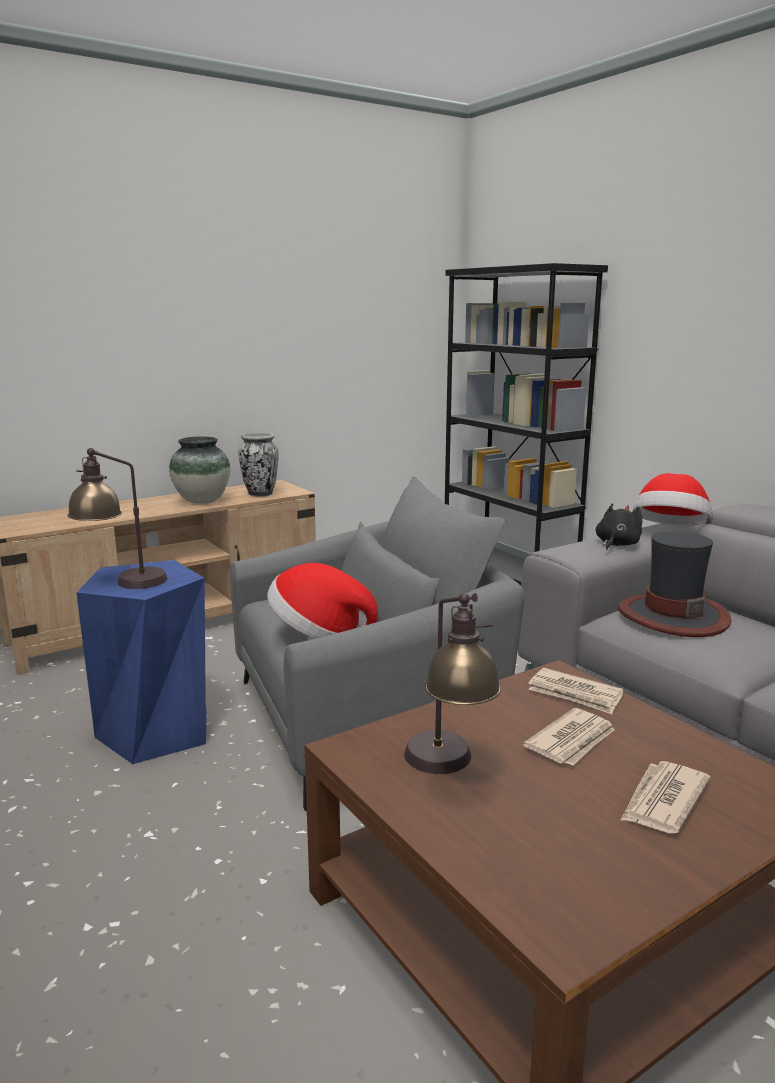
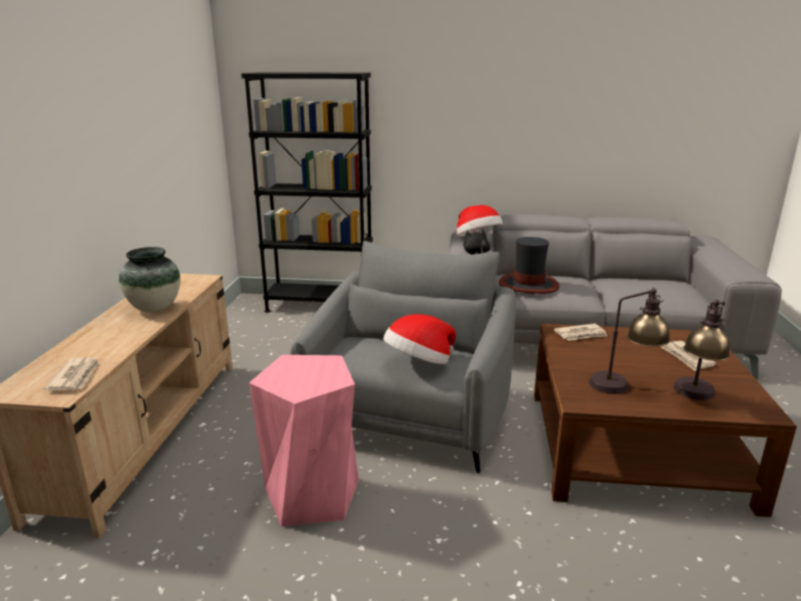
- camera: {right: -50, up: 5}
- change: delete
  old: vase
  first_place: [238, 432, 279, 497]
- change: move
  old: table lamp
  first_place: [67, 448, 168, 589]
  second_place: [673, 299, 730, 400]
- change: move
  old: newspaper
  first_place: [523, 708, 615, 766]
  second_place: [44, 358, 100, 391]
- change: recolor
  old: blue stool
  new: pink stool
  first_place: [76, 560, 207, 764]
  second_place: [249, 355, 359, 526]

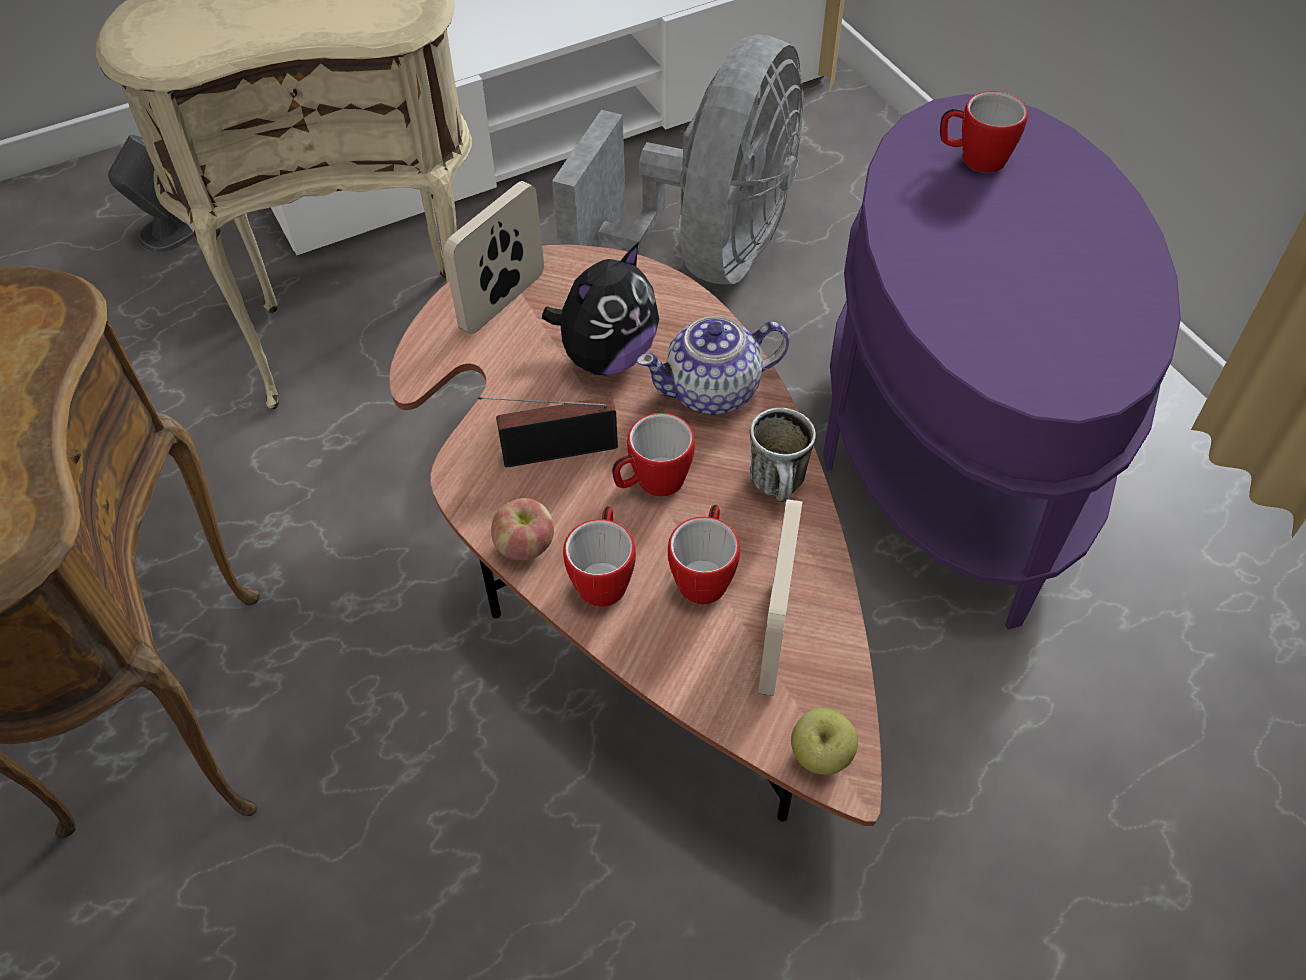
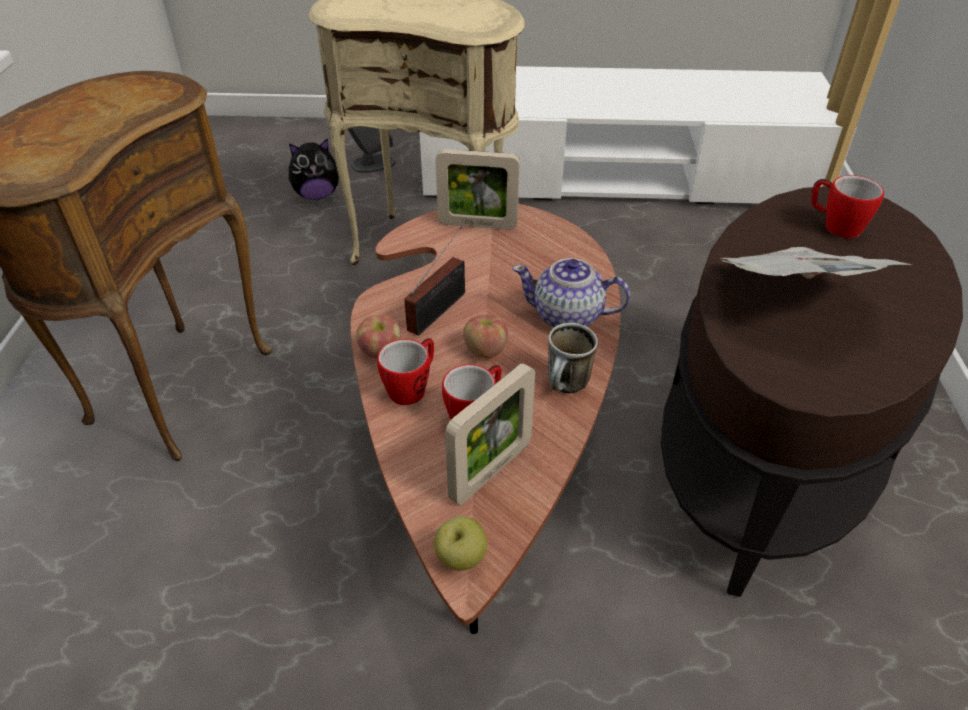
- camera: {right: 30, up: -10}
- change: delete
  old: grey fan
  first_place: [552, 35, 804, 284]
- change: insert
  new: newspaper
  second_place: [721, 247, 912, 279]
- change: move
  old: plush toy
  first_place: [542, 242, 659, 375]
  second_place: [289, 138, 339, 200]
- change: replace
  old: mug
  new: apple
  first_place: [612, 413, 695, 497]
  second_place: [463, 315, 508, 358]
- change: recolor
  old: purple side table
  new: brown side table
  first_place: [823, 94, 1181, 629]
  second_place: [661, 186, 963, 597]
- change: rotate
  old: picture frame
  first_place: [444, 181, 544, 334]
  second_place: [435, 149, 520, 230]
  degrees: -150
- change: rotate
  old: radio
  first_place: [478, 397, 618, 467]
  second_place: [404, 226, 465, 336]
  degrees: 105

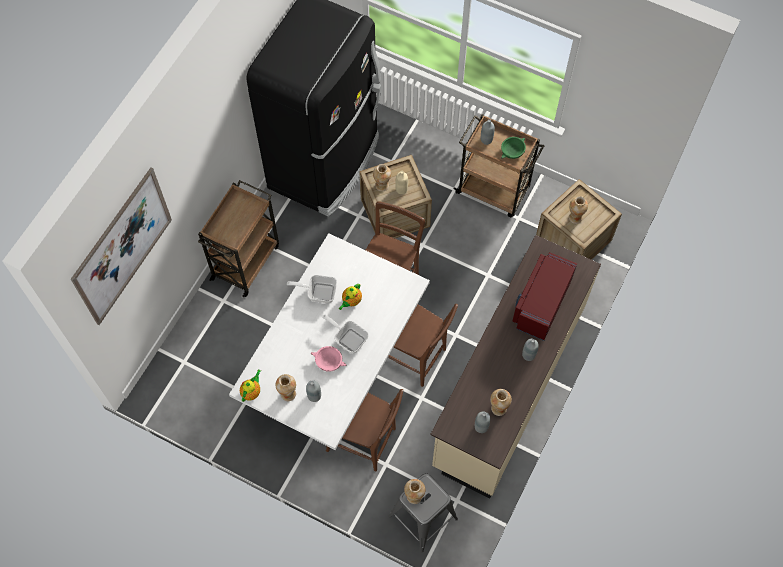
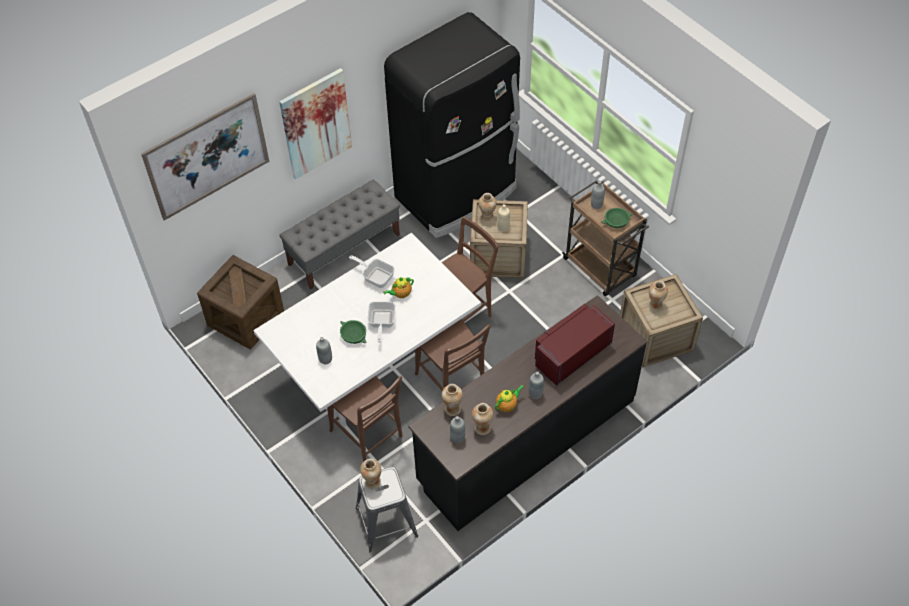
- camera: {right: 25, up: -10}
- change: insert
  new: crate
  second_place: [197, 255, 284, 349]
- change: insert
  new: picture
  second_place: [279, 68, 352, 179]
- change: move
  old: teapot
  first_place: [240, 369, 261, 402]
  second_place: [495, 385, 524, 412]
- change: move
  old: vase
  first_place: [275, 374, 296, 401]
  second_place: [442, 384, 463, 416]
- change: replace
  old: brown cart
  new: grey bench
  first_place: [198, 180, 279, 297]
  second_place: [280, 179, 400, 289]
- change: recolor
  old: pink bowl
  new: green bowl
  first_place: [311, 346, 346, 372]
  second_place: [340, 320, 366, 344]
- change: recolor
  old: beige counter
  new: black counter
  first_place: [430, 235, 601, 498]
  second_place: [408, 295, 647, 531]
- change: rotate
  old: frying pan
  first_place: [322, 314, 369, 354]
  second_place: [367, 301, 396, 343]
  degrees: -150

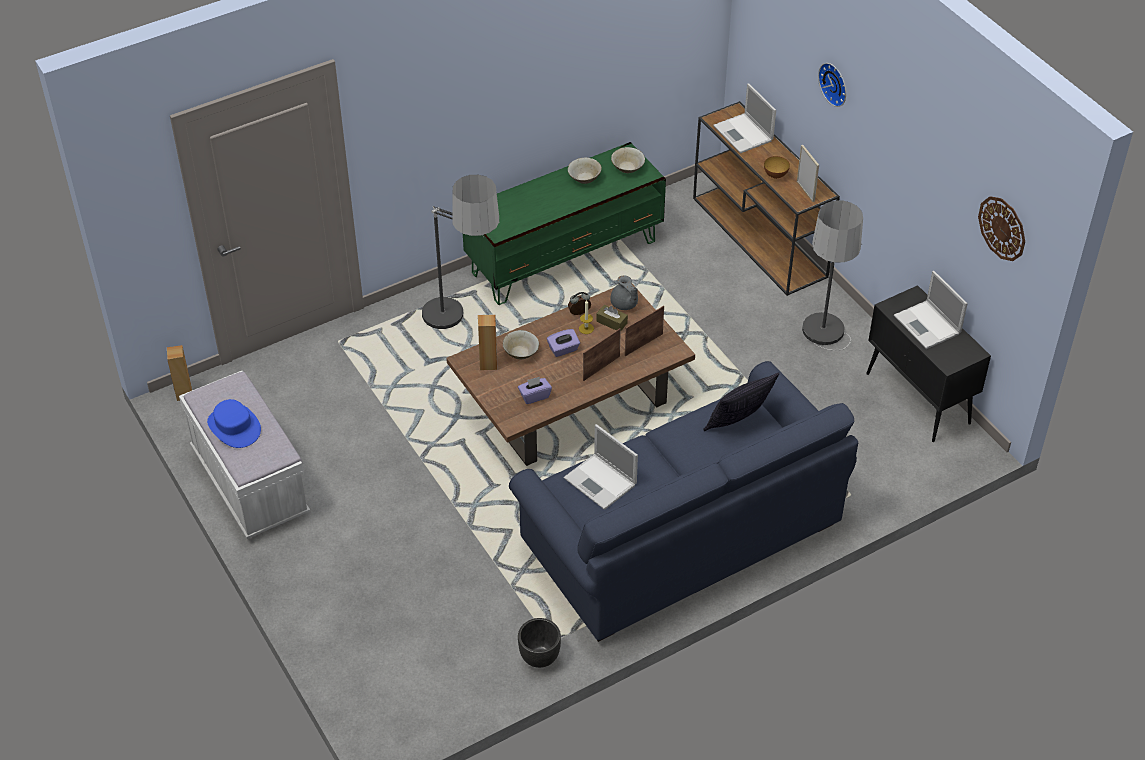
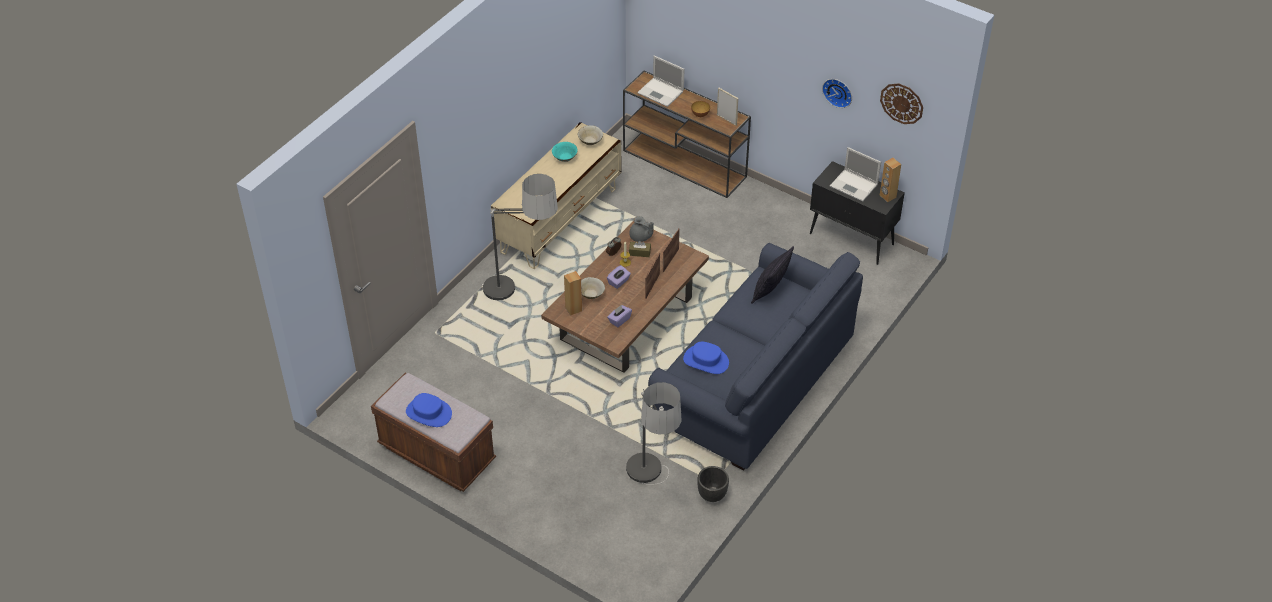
- camera: {right: -25, up: 0}
- change: move
  old: brown speaker
  first_place: [167, 345, 192, 401]
  second_place: [880, 158, 901, 202]
- change: move
  old: floor lamp
  first_place: [802, 200, 863, 351]
  second_place: [626, 382, 682, 485]
- change: move
  old: wall clock
  first_place: [818, 63, 846, 107]
  second_place: [822, 79, 852, 108]
- change: replace
  old: laptop
  new: blue hat
  first_place: [564, 424, 638, 510]
  second_place: [683, 342, 729, 374]
- change: recolor
  old: white bench
  new: brown bench
  first_place: [179, 371, 310, 539]
  second_place: [371, 373, 496, 492]
- change: recolor
  old: green tv stand
  new: beige tv stand
  first_place: [463, 142, 666, 305]
  second_place: [491, 122, 622, 269]
- change: recolor
  old: beige bowl
  new: turquoise bowl
  first_place: [568, 158, 602, 184]
  second_place: [552, 142, 578, 162]

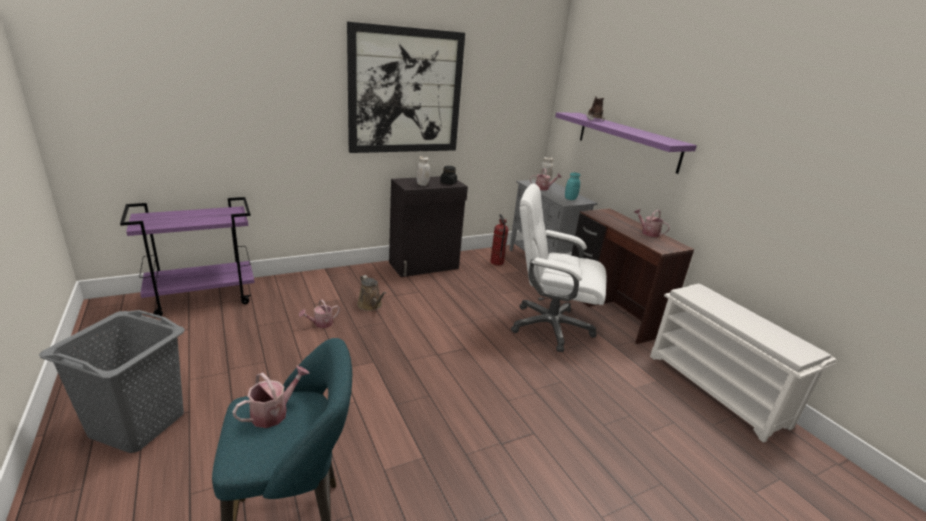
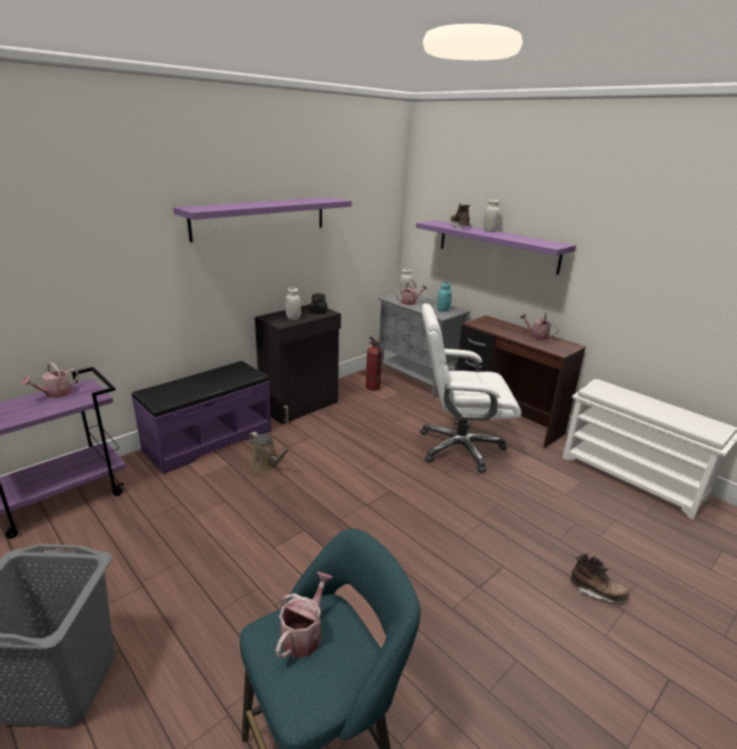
- camera: {right: -15, up: 0}
- change: insert
  new: purple bench
  second_place: [132, 361, 271, 474]
- change: insert
  new: white jar
  second_place: [483, 199, 500, 232]
- change: insert
  new: brown boot
  second_place: [570, 554, 630, 602]
- change: move
  old: watering can
  first_place: [299, 300, 340, 328]
  second_place: [21, 362, 79, 398]
- change: replace
  old: picture
  new: purple shelf
  first_place: [347, 22, 465, 153]
  second_place: [173, 197, 352, 242]

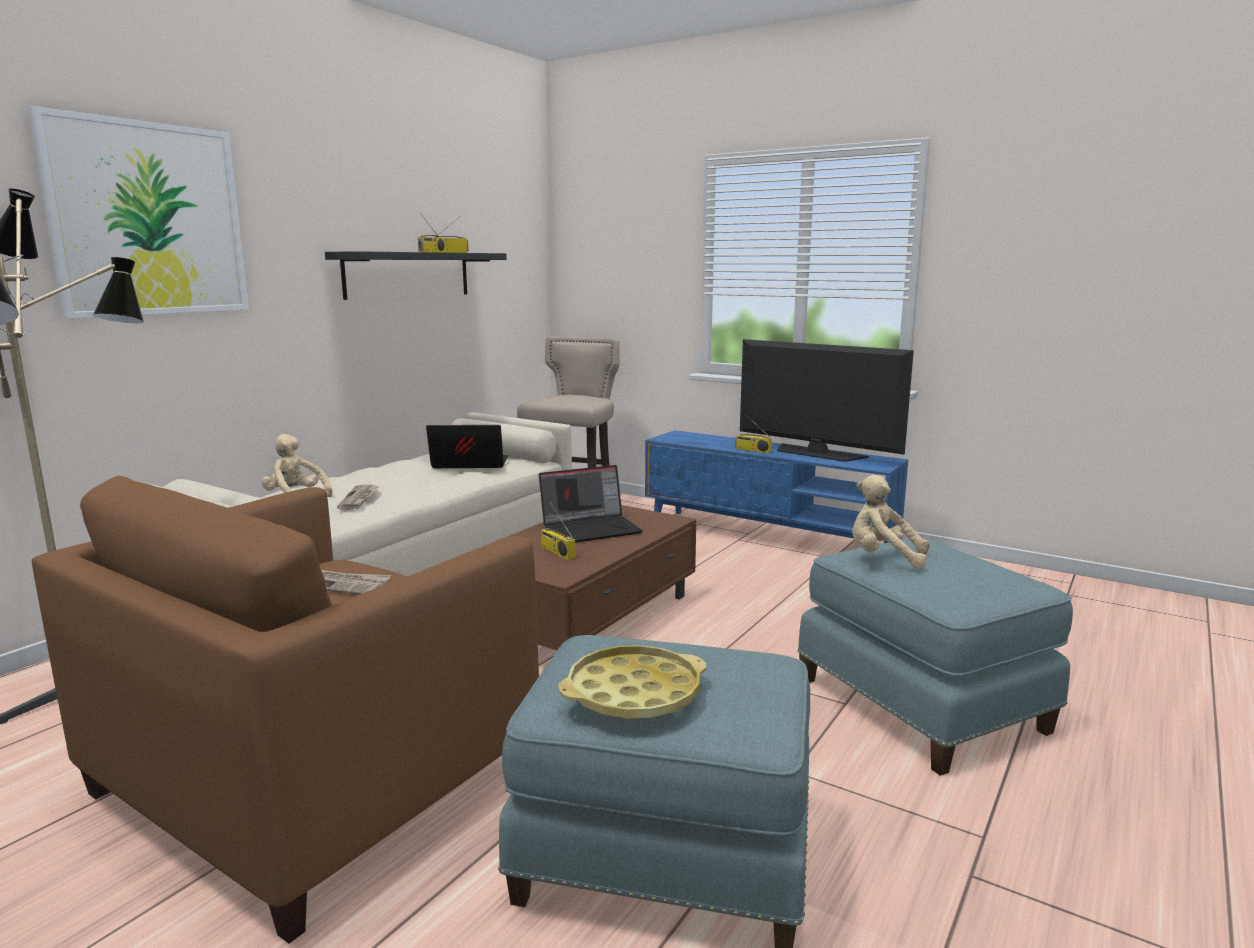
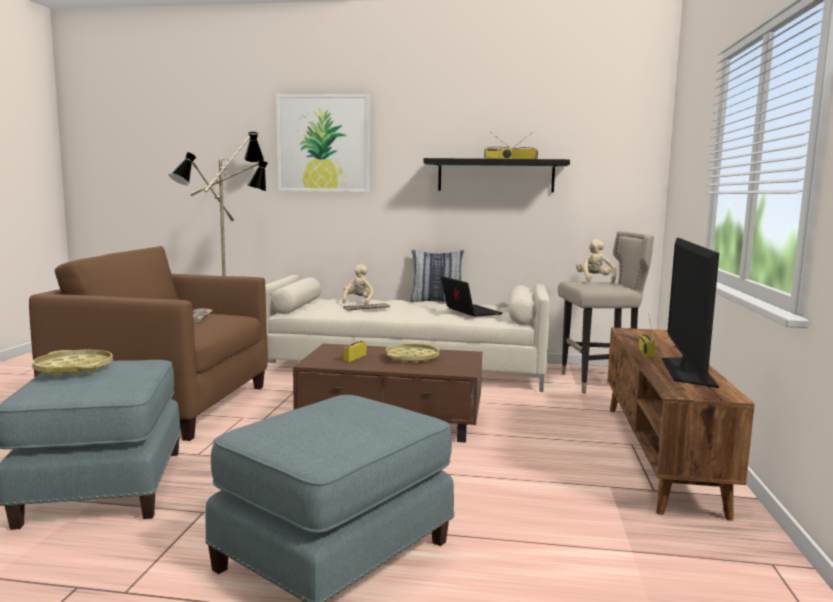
- camera: {right: 65, up: -5}
- change: insert
  new: pillow
  second_place: [410, 249, 464, 302]
- change: move
  old: beige plush toy
  first_place: [852, 475, 929, 569]
  second_place: [576, 239, 617, 283]
- change: replace
  old: laptop
  new: yellow tray
  first_place: [539, 465, 643, 543]
  second_place: [385, 344, 439, 363]
- change: recolor
  old: blue tv stand
  new: brown tv stand
  first_place: [645, 430, 908, 543]
  second_place: [608, 328, 755, 521]

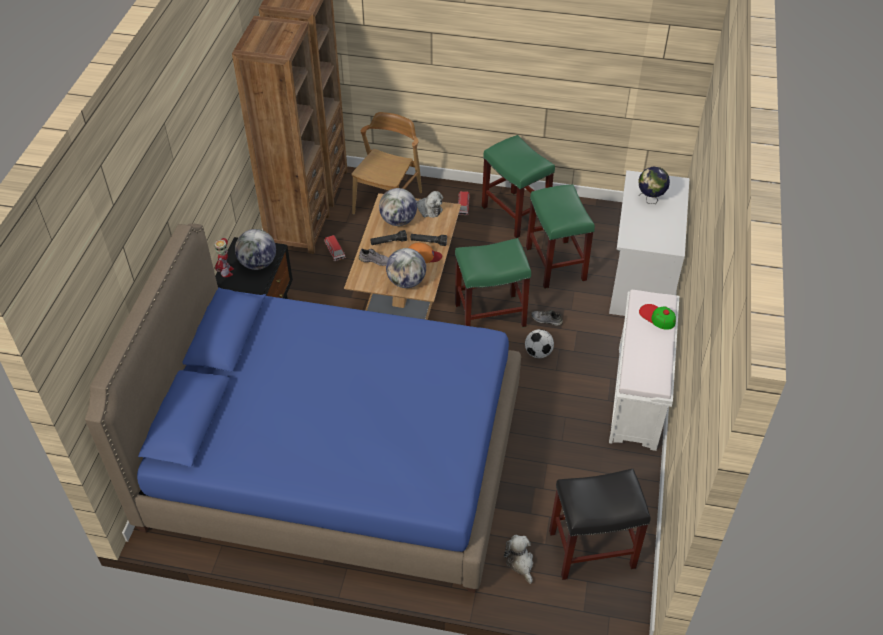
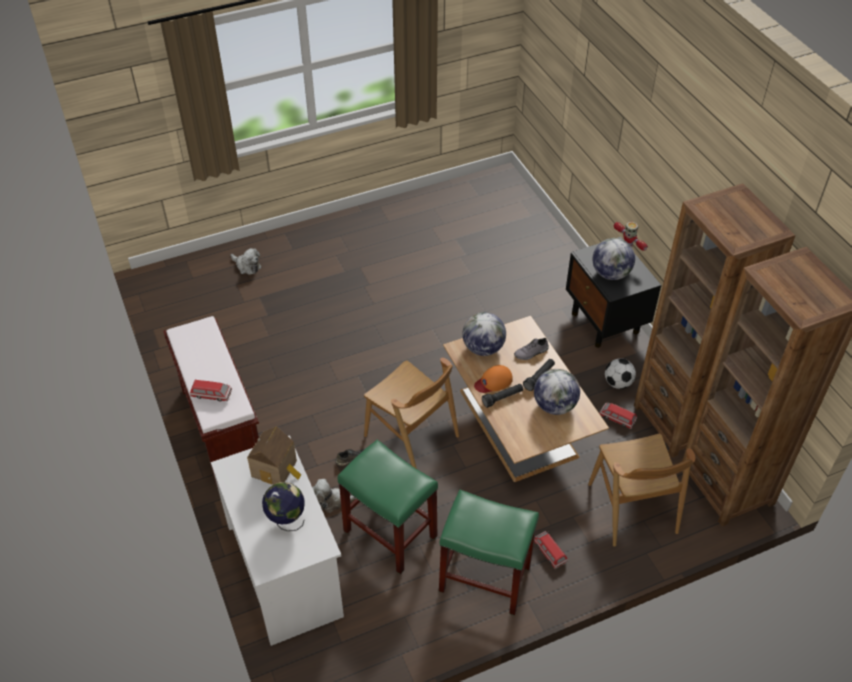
- camera: {right: 145, up: 0}
- change: delete
  old: blue bed
  first_place: [85, 223, 521, 593]
- change: delete
  old: black stool
  first_place: [549, 469, 651, 580]
- change: insert
  new: toy house
  second_place: [247, 426, 301, 484]
- change: move
  old: plush toy
  first_place: [416, 191, 443, 218]
  second_place: [312, 479, 356, 513]
- change: move
  old: football
  first_place: [525, 329, 554, 358]
  second_place: [605, 358, 636, 389]
- change: replace
  old: green stool
  new: brown chair
  first_place: [455, 238, 531, 327]
  second_place: [364, 358, 459, 469]
- change: replace
  old: cap
  new: toy car
  first_place: [639, 304, 676, 330]
  second_place: [190, 379, 232, 401]
- change: recolor
  old: white bench
  new: brown bench
  first_place: [609, 290, 679, 451]
  second_place: [163, 316, 259, 488]

